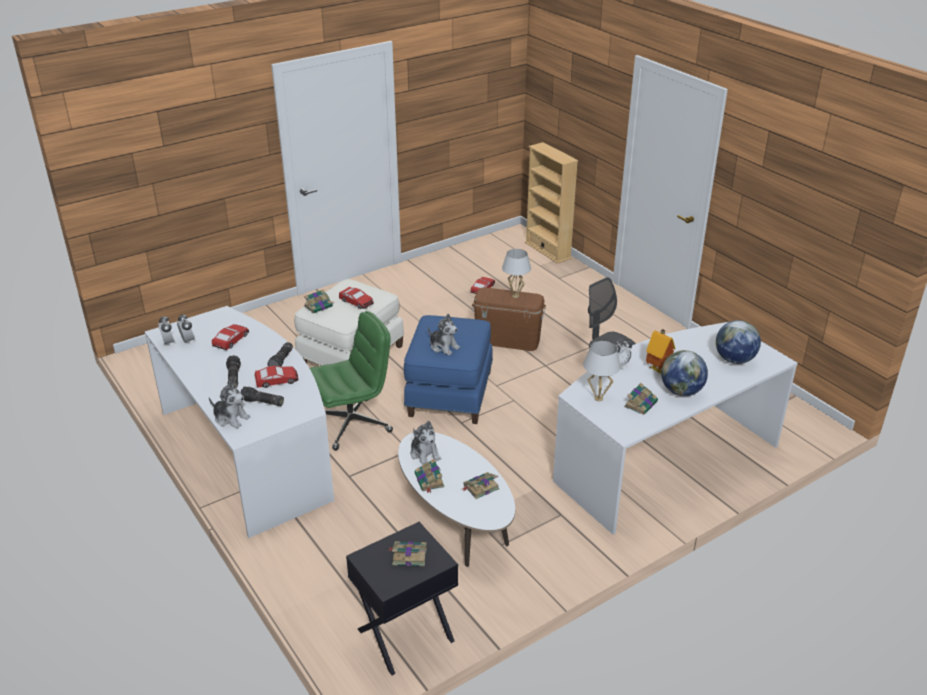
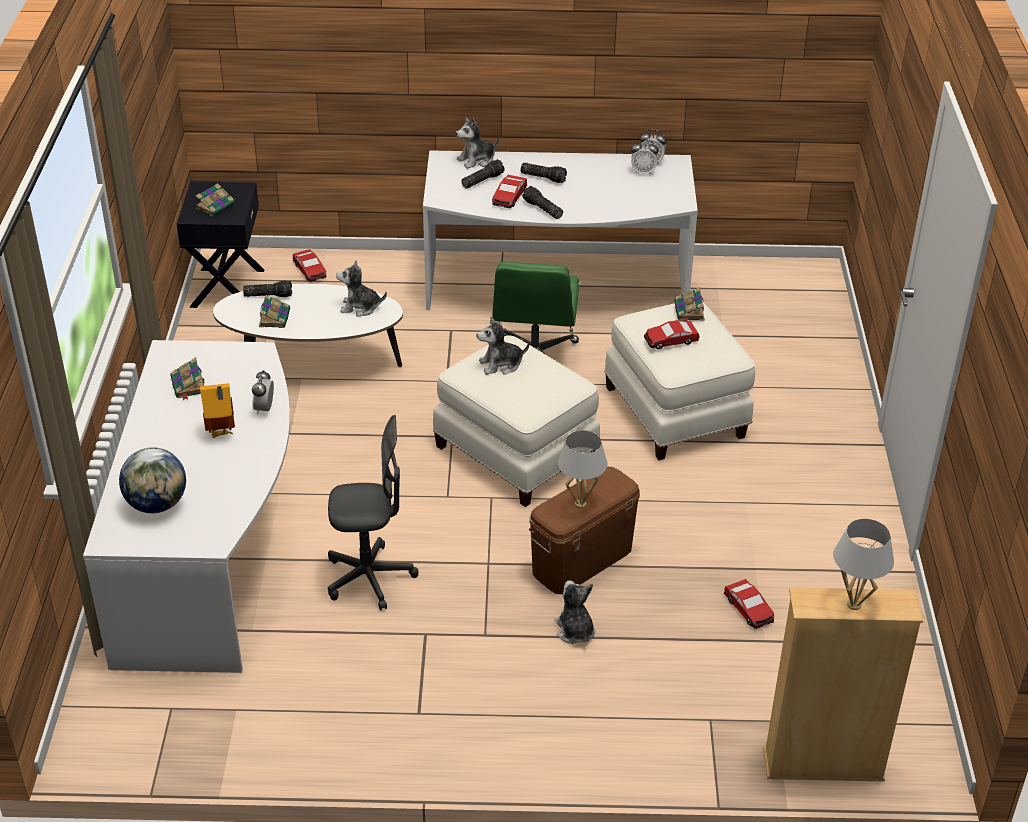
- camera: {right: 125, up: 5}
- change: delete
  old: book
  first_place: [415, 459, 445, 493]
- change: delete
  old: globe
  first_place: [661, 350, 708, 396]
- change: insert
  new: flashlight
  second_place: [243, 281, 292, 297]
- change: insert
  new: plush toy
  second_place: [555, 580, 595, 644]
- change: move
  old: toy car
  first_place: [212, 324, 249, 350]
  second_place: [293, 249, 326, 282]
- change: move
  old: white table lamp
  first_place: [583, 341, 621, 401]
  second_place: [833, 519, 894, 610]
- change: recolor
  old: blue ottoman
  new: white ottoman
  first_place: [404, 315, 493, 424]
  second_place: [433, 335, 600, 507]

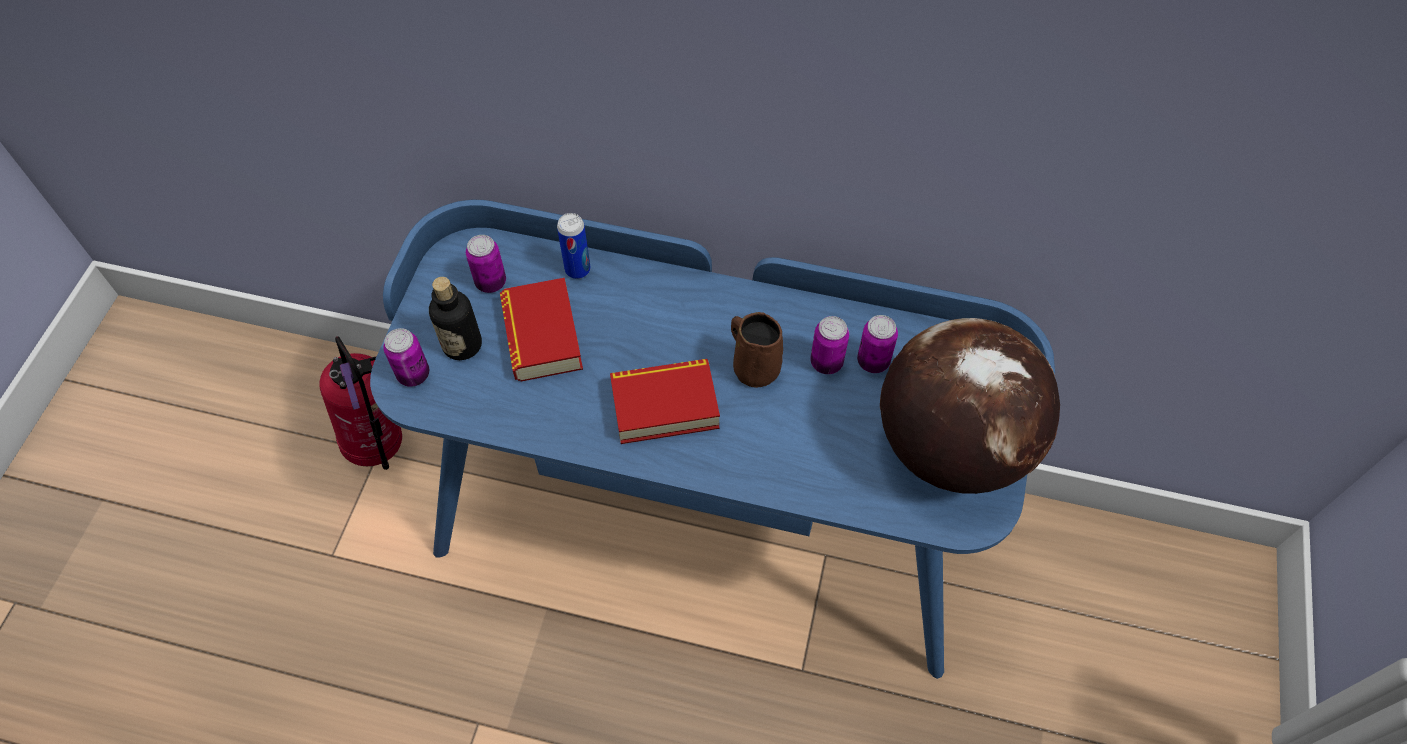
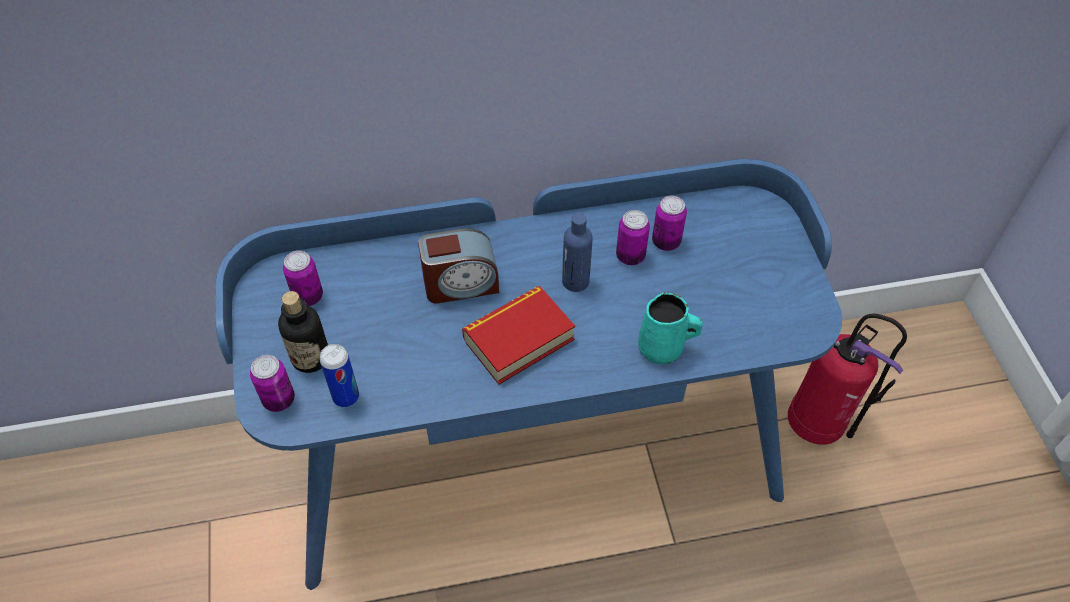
- camera: {right: -25, up: -5}
- change: delete
  old: book
  first_place: [500, 278, 583, 381]
- change: delete
  old: globe
  first_place: [880, 318, 1060, 494]
- change: insert
  new: alarm clock
  second_place: [418, 228, 499, 304]
- change: insert
  new: turquoise mug
  second_place: [638, 292, 703, 364]
- change: move
  old: fire extinguisher
  first_place: [319, 336, 402, 470]
  second_place: [788, 314, 907, 445]
- change: move
  old: can
  first_place: [557, 213, 591, 279]
  second_place: [320, 344, 359, 407]
- change: replace
  old: brown mug
  new: blue bottle
  first_place: [731, 312, 783, 388]
  second_place: [562, 213, 593, 292]

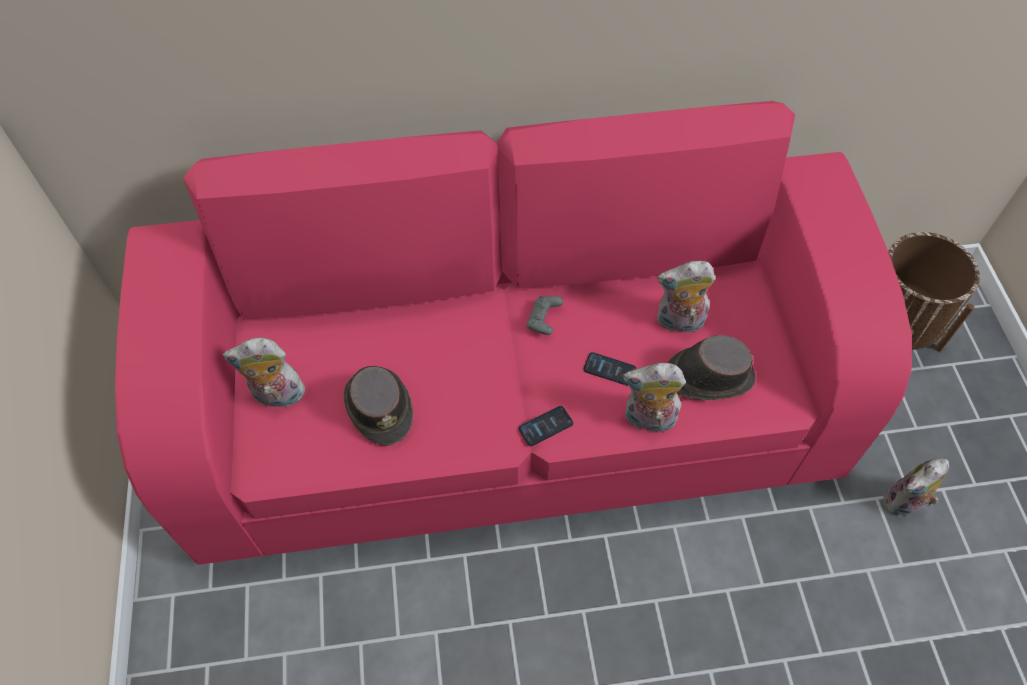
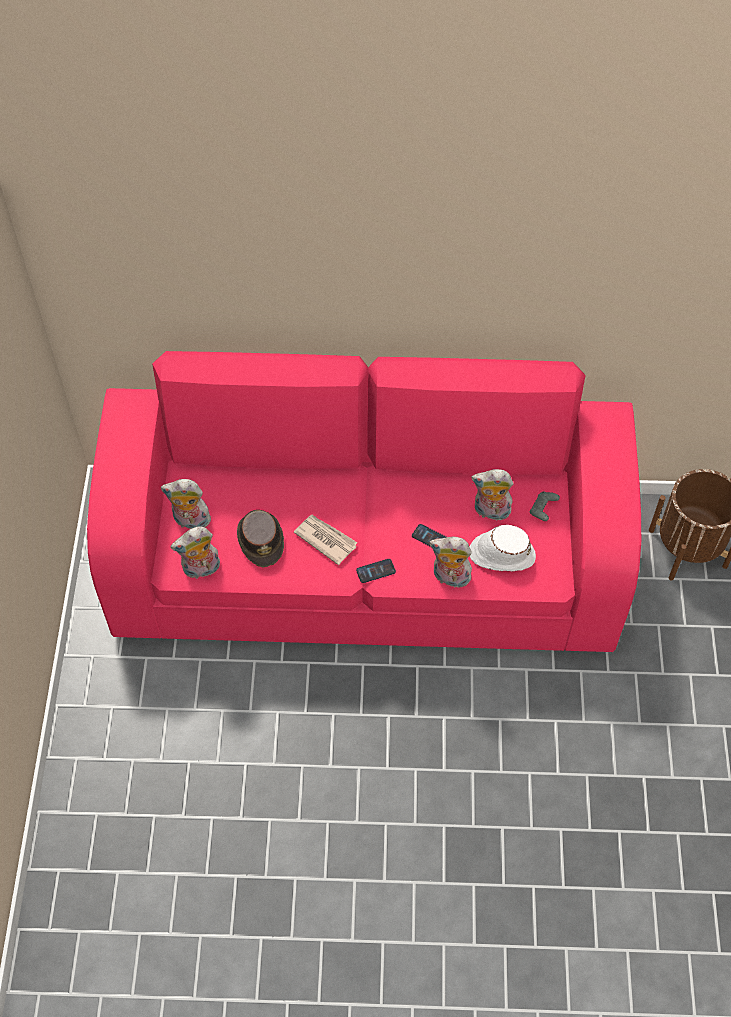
- camera: {right: 10, up: 0}
- change: insert
  new: newspaper
  second_place: [294, 515, 357, 565]
- change: move
  old: grey game controller
  first_place: [526, 296, 563, 335]
  second_place: [530, 492, 560, 521]
- change: move
  old: plush toy
  first_place: [883, 458, 949, 517]
  second_place: [171, 526, 220, 579]
- change: recolor
  old: brown hat
  new: white hat
  first_place: [668, 335, 756, 400]
  second_place: [470, 525, 536, 571]

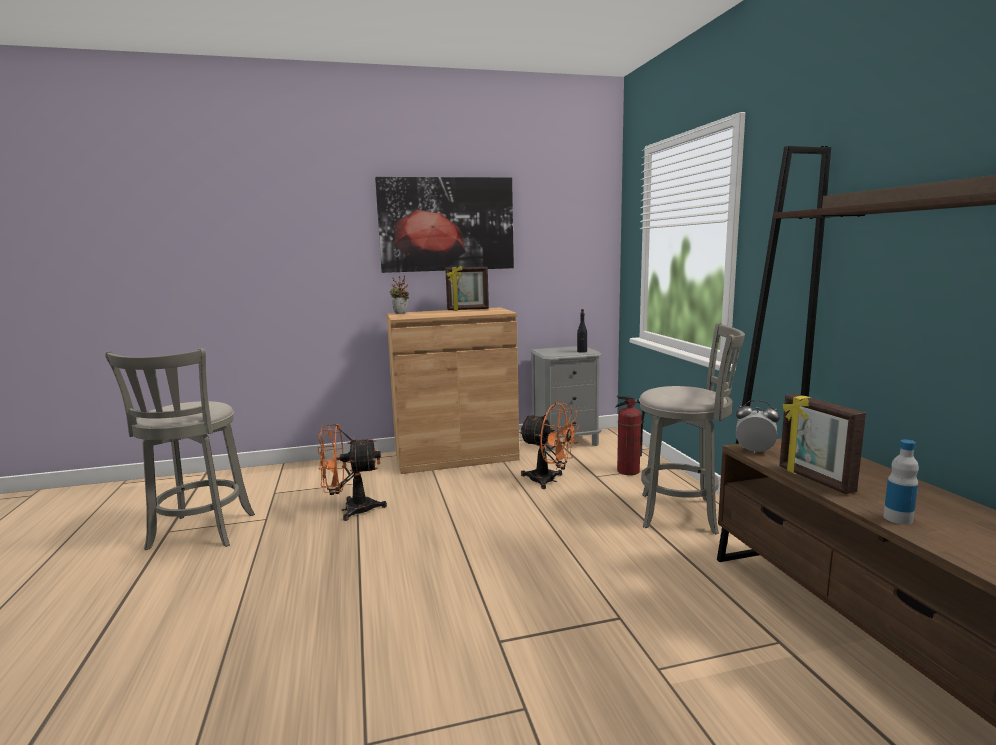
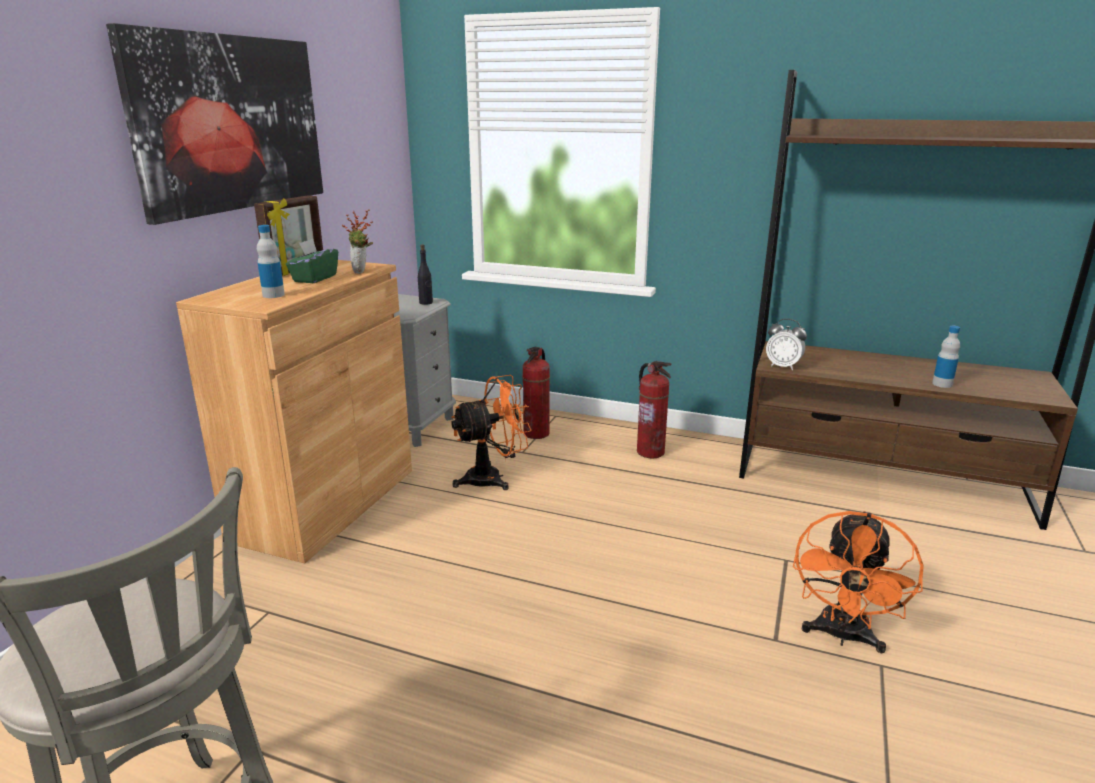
- camera: {right: -55, up: 10}
- change: delete
  old: picture frame
  first_place: [779, 394, 866, 494]
- change: insert
  new: bottle
  second_place: [257, 225, 285, 298]
- change: insert
  new: green tissue box
  second_place: [286, 239, 338, 283]
- change: move
  old: orange fan
  first_place: [318, 424, 387, 521]
  second_place: [793, 511, 924, 654]
- change: move
  old: potted plant
  first_place: [390, 276, 409, 314]
  second_place: [342, 210, 373, 274]
- change: replace
  old: grey stool
  new: fire extinguisher
  first_place: [639, 323, 745, 534]
  second_place: [637, 361, 671, 458]
- change: rotate
  old: alarm clock
  first_place: [736, 400, 780, 453]
  second_place: [766, 319, 807, 370]
  degrees: -120

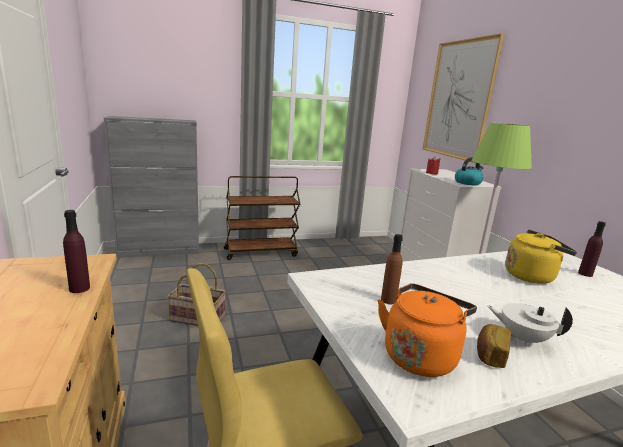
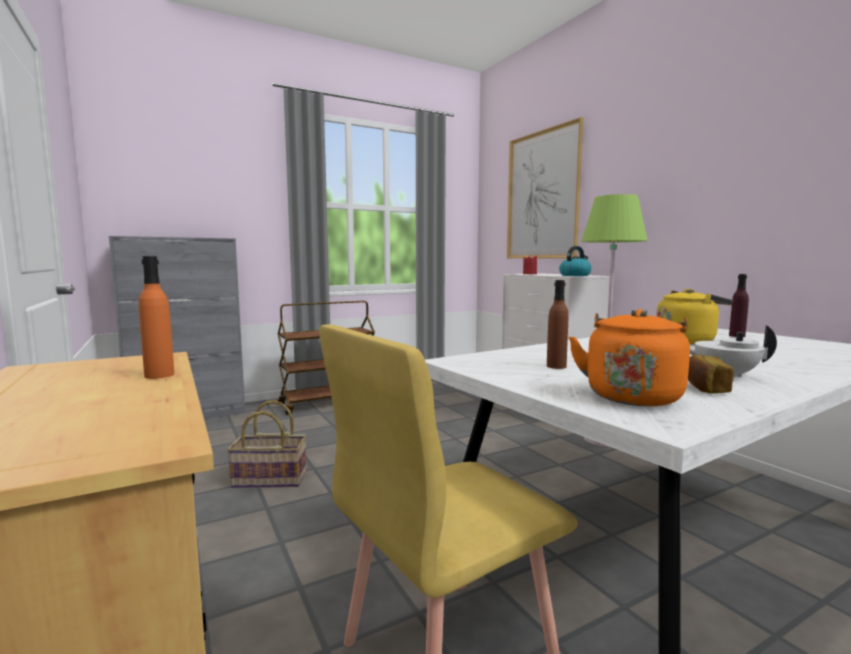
- camera: {right: -10, up: -10}
- change: recolor
  old: purple bottle
  new: orange bottle
  first_place: [63, 210, 90, 293]
  second_place: [139, 256, 174, 379]

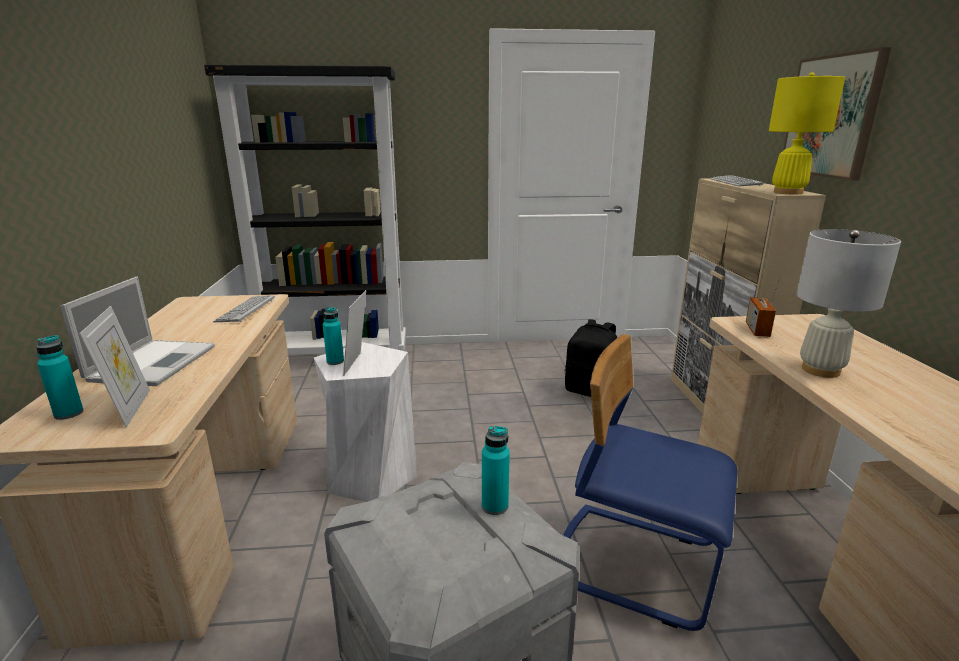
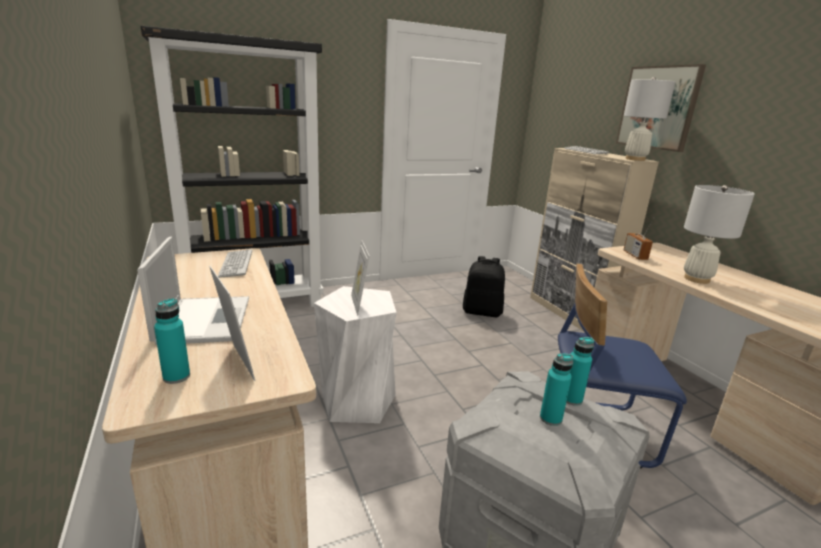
- camera: {right: -20, up: 0}
- change: move
  old: turquoise bottle
  first_place: [323, 307, 344, 365]
  second_place: [540, 353, 574, 426]
- change: recolor
  old: yellow table lamp
  new: white table lamp
  first_place: [769, 72, 845, 194]
  second_place: [624, 77, 676, 161]

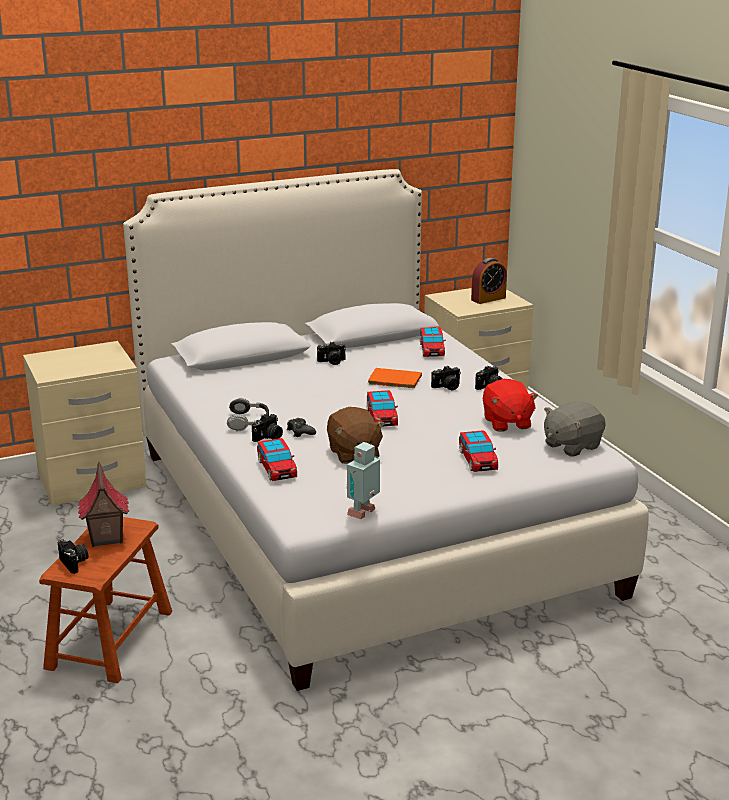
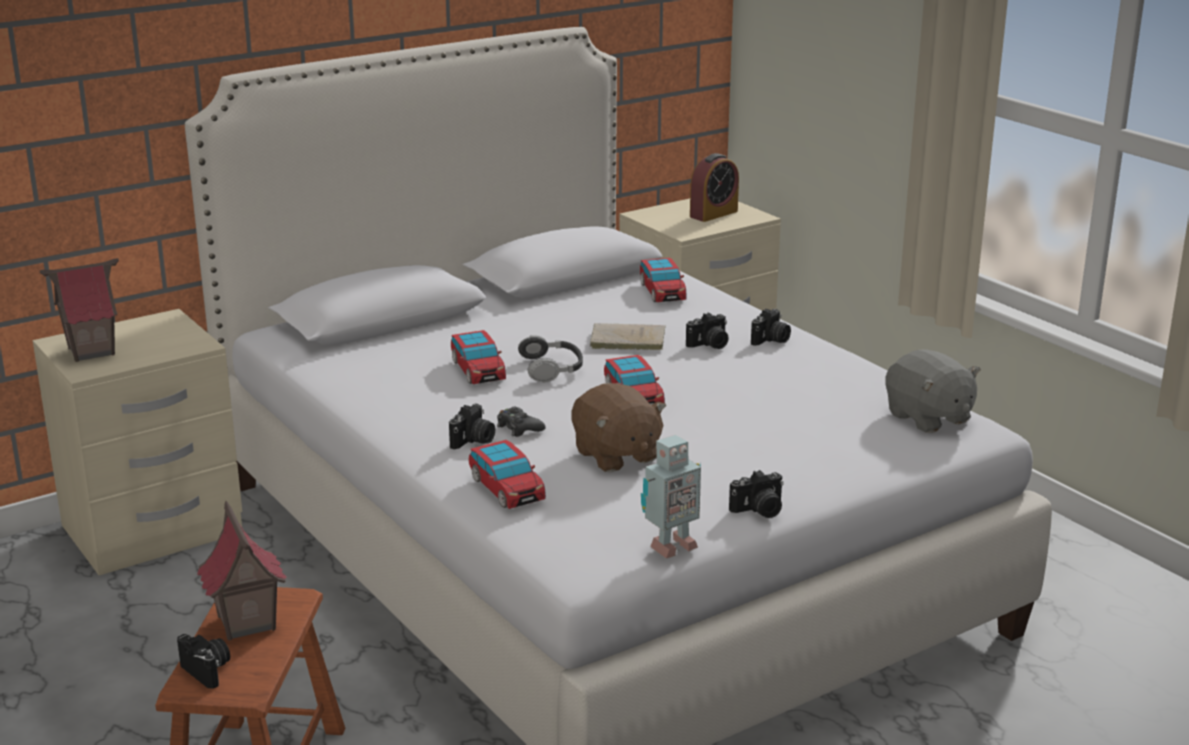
- camera: {right: -10, up: 0}
- change: delete
  old: red plush toy
  first_place: [483, 379, 538, 432]
- change: insert
  new: toy house
  second_place: [40, 258, 119, 362]
- change: move
  old: headphones
  first_place: [227, 398, 269, 431]
  second_place: [518, 335, 583, 383]
- change: move
  old: photo camera
  first_place: [317, 342, 346, 365]
  second_place: [729, 470, 784, 518]
- change: move
  old: toy car
  first_place: [459, 430, 498, 472]
  second_place: [451, 330, 506, 384]
- change: recolor
  old: orange book
  new: beige book
  first_place: [368, 368, 422, 388]
  second_place: [590, 323, 666, 350]
- change: rotate
  old: toy robot
  first_place: [347, 442, 380, 519]
  second_place: [641, 435, 701, 558]
  degrees: -150
- change: rotate
  old: grey plush toy
  first_place: [544, 401, 606, 457]
  second_place: [885, 349, 981, 433]
  degrees: -75

